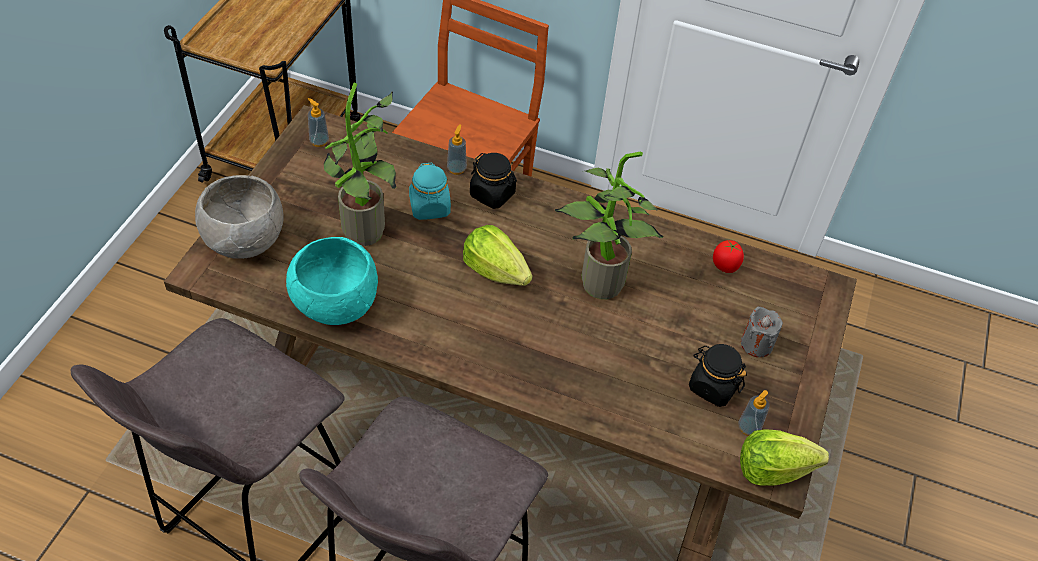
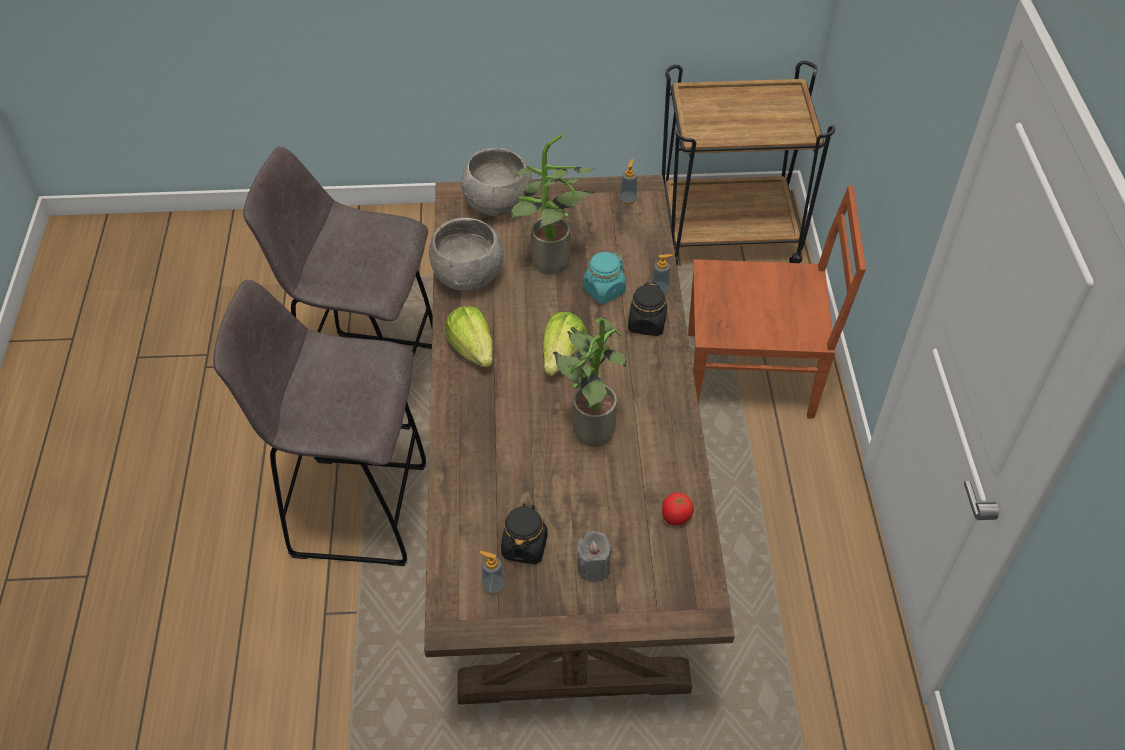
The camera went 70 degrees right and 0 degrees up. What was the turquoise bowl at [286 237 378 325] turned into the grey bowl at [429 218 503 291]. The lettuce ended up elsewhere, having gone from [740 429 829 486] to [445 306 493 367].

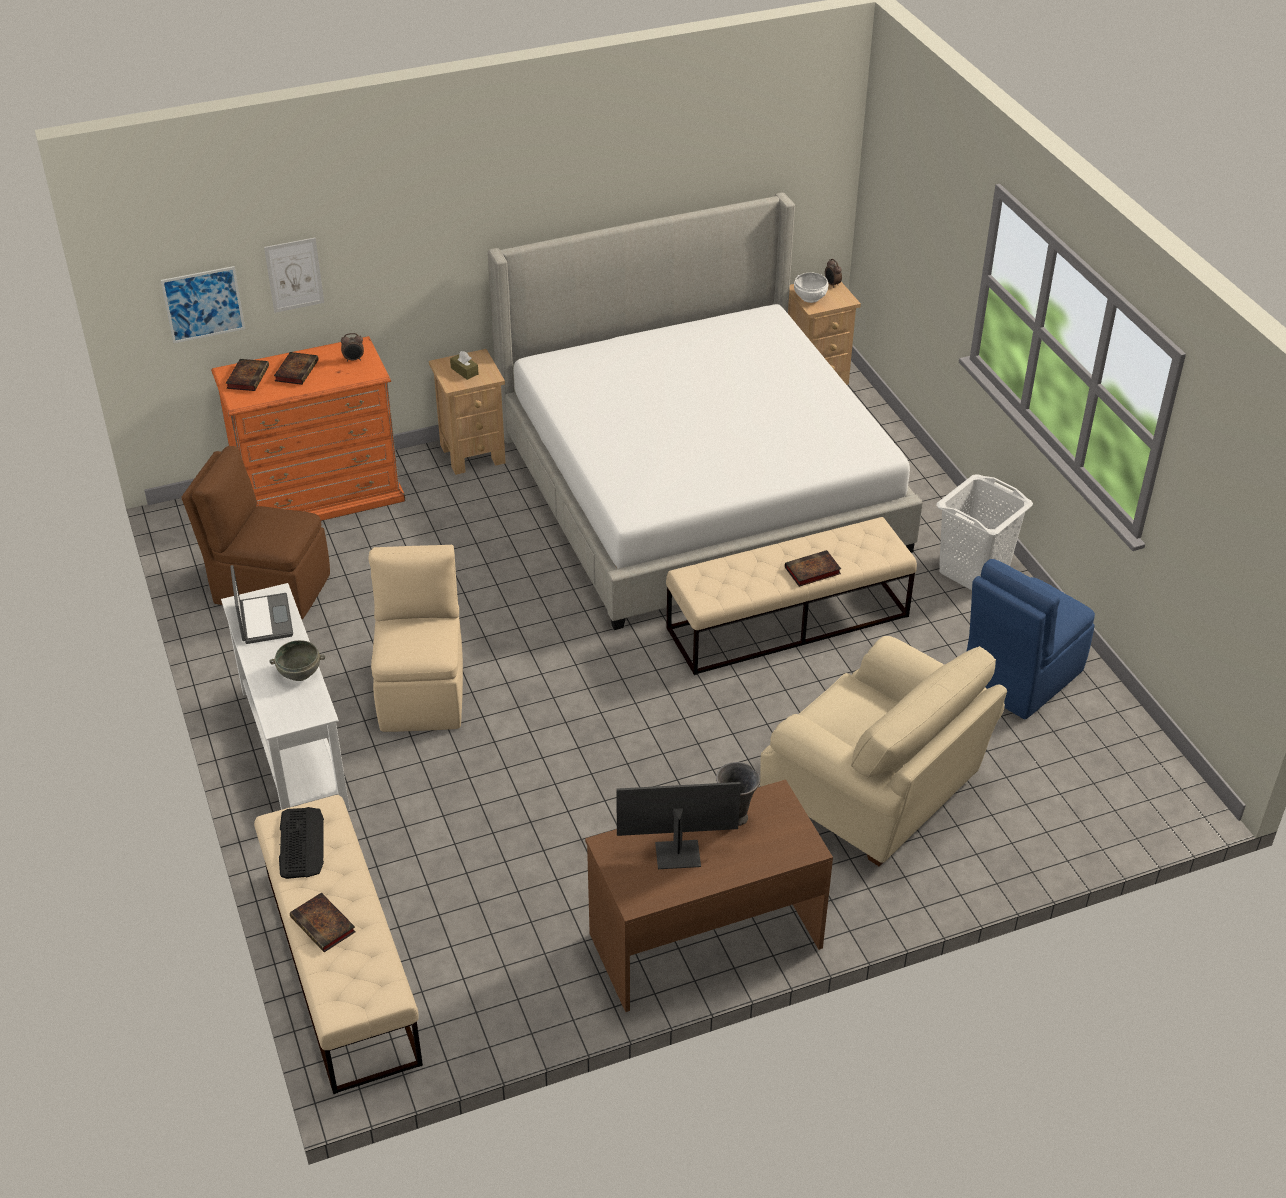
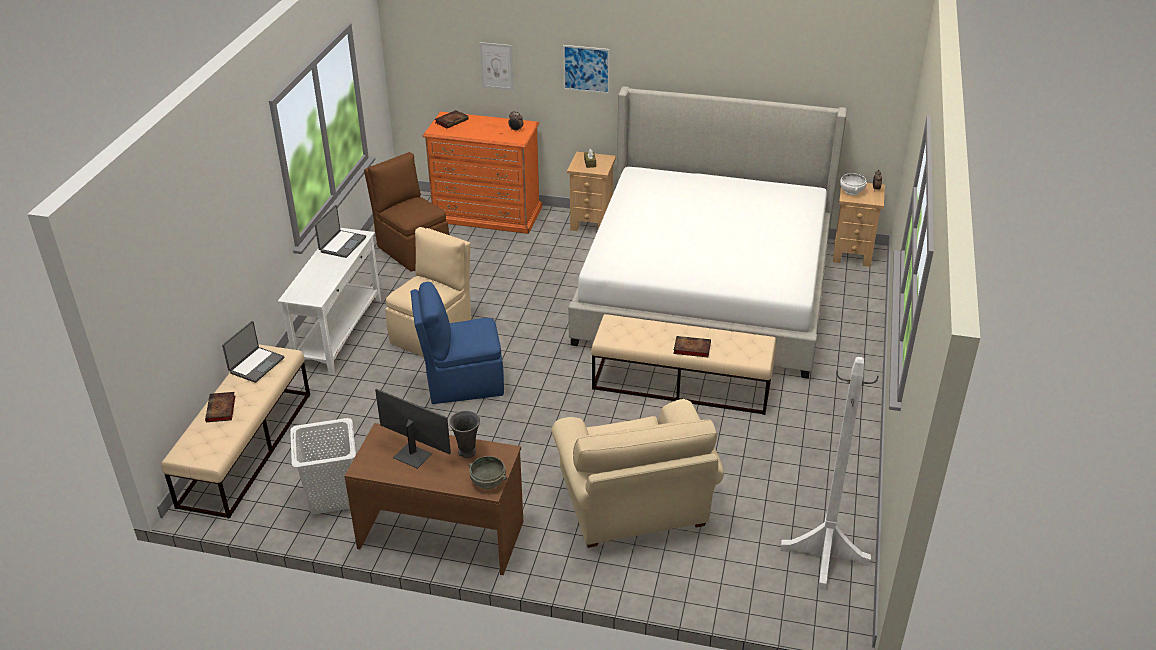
The camera went 35 degrees right and 5 degrees down. Where the keyboard stood at [279 807 324 879], the laptop came to stand at [222 321 284 383]. The white laundry basket ended up elsewhere, having gone from [936 474 1033 590] to [290 418 356 514]. The blue chair ended up elsewhere, having gone from [966 559 1095 719] to [411 281 504 404]. The grey bowl ended up elsewhere, having gone from [269 640 325 681] to [468 456 507 489]. The picture ended up elsewhere, having gone from [161 266 245 343] to [563 45 610 94]. The second view gained the white clothes rack at [780 357 879 590]. The second view lost the book at [274 352 318 385].

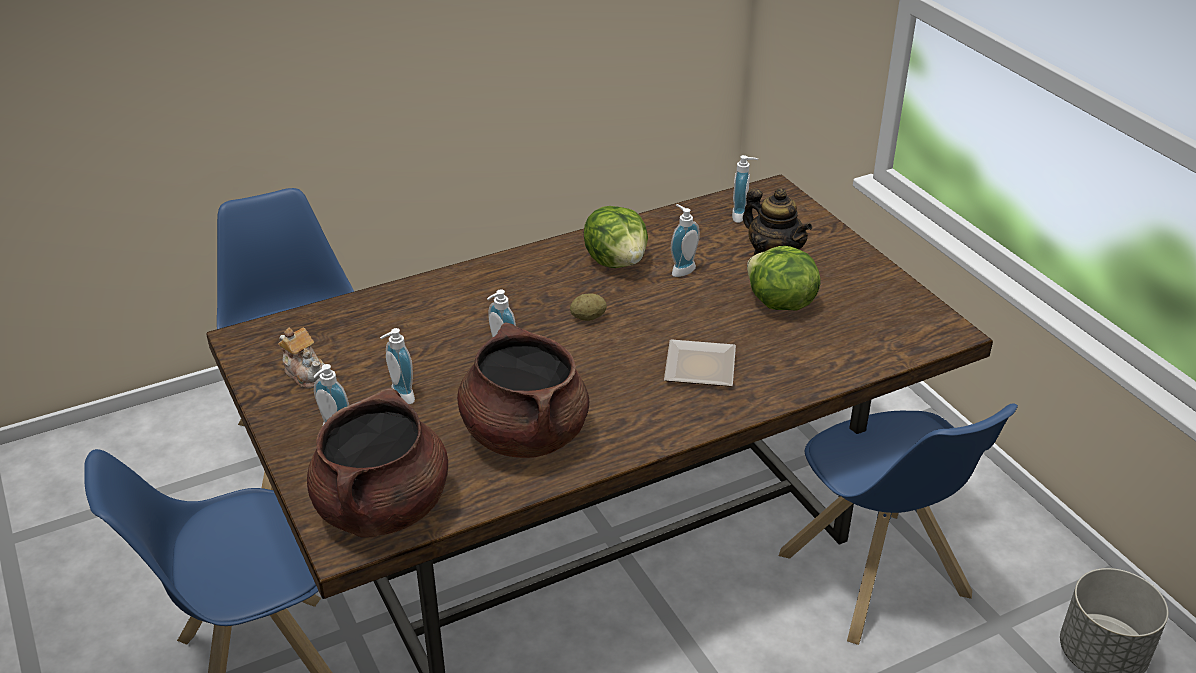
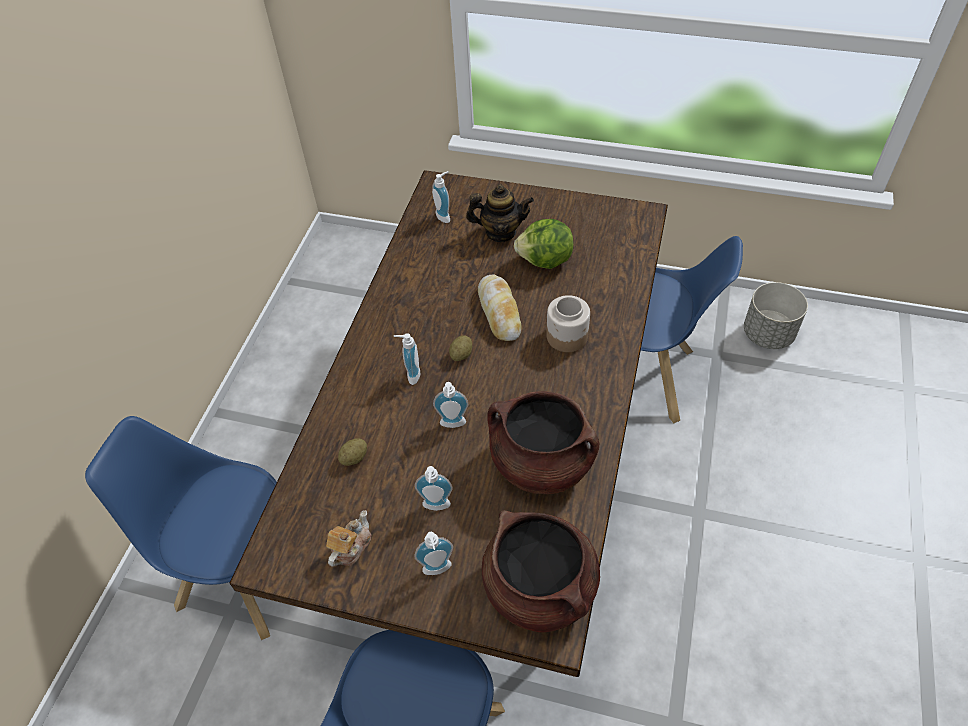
The camera went 45 degrees left and 15 degrees up. The teapot at [278 328 324 389] ended up facing another way, 60 degrees counterclockwise from before. The second view gained the potato at [338 438 367 466]. The soap dispenser ended up elsewhere, having gone from [671 204 700 277] to [394 333 420 385]. The second view gained the bread at [478 274 521 341]. Where the plate stood at [664 339 736 387], the jar came to stand at [546 295 590 352]. The second view lost the lettuce at [584 206 648 268].

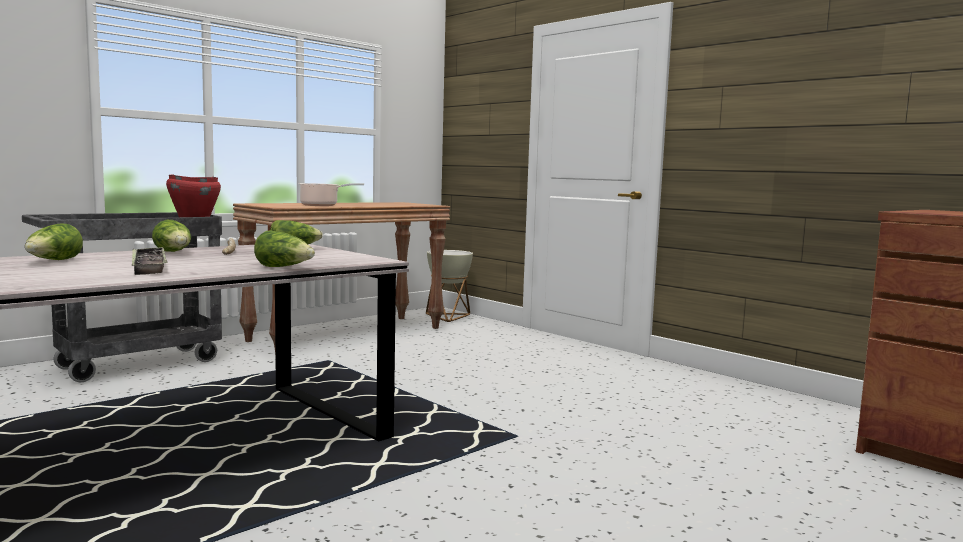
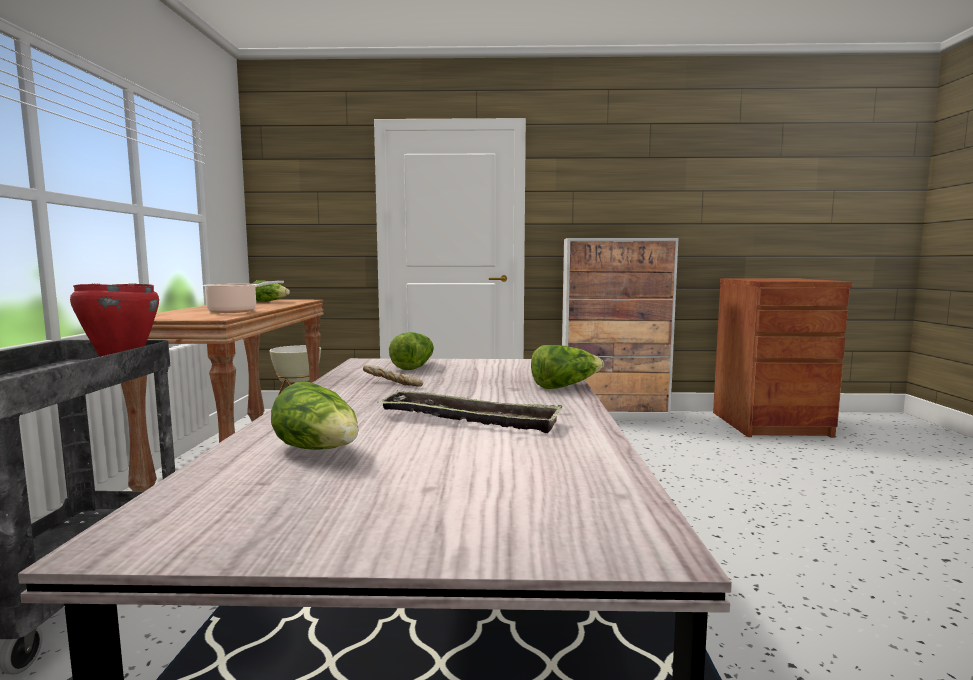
The camera went 45 degrees left and 0 degrees up. The lettuce ended up elsewhere, having gone from [152 220 191 252] to [252 280 290 302]. The second view gained the cabinet at [562 238 679 421].

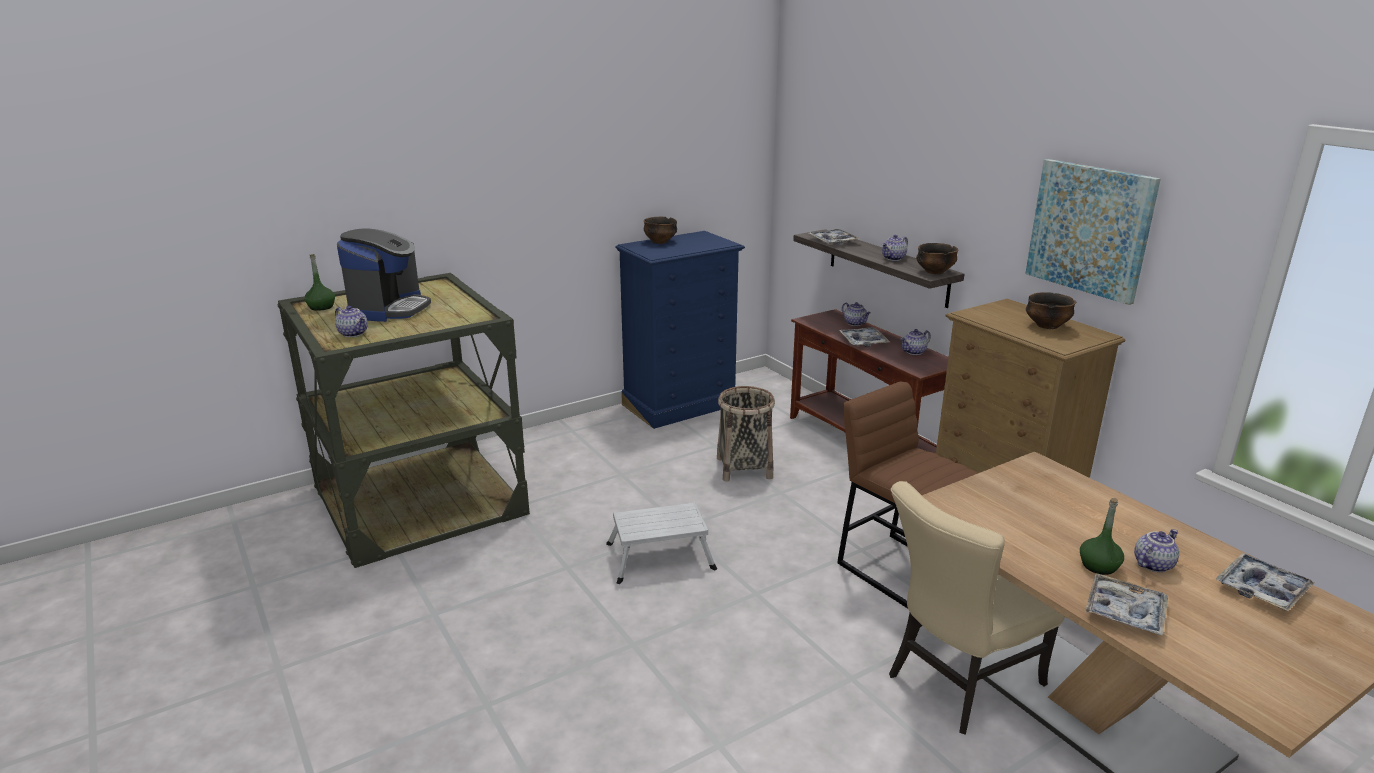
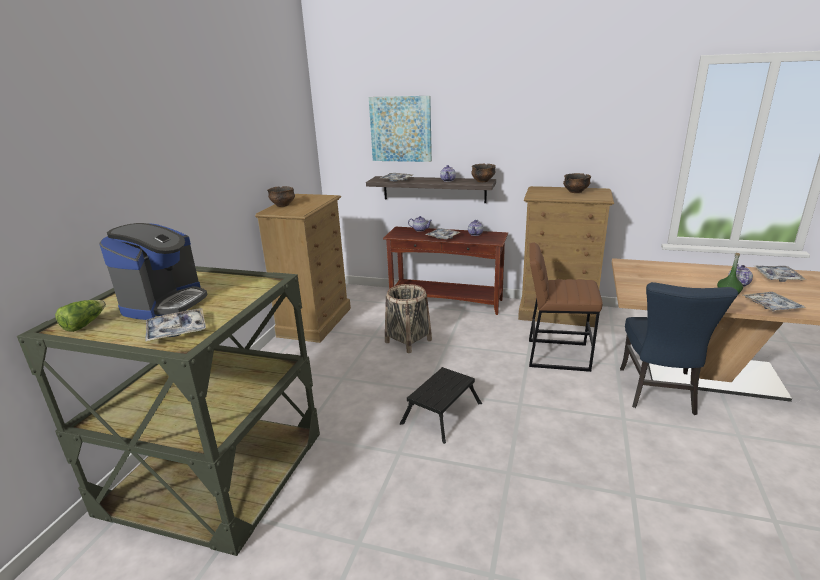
The camera went 40 degrees left and 0 degrees up. Where the green bottle stood at [304 254 335 311], the lettuce came to stand at [55 300 106 332]. The coffee machine at [337 228 431 322] ended up facing another way, 45 degrees clockwise from before. Where the teapot stood at [335 306 368 337], the tray came to stand at [145 308 206 341]. What was the blue dresser at [615 231 745 429] turned into the brown dresser at [255 194 351 343]. The picture ended up elsewhere, having gone from [1025 159 1161 305] to [369 96 432 162]. What was the white step ladder at [606 502 717 584] turned into the black step ladder at [400 367 482 444]. What was the beige chair at [889 481 1065 735] turned into the blue chair at [620 282 738 415].

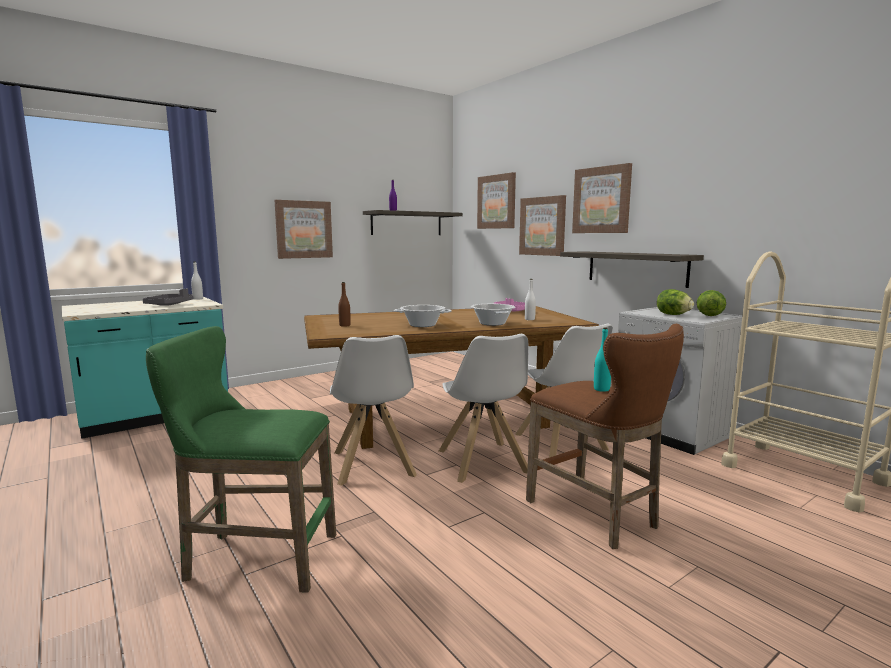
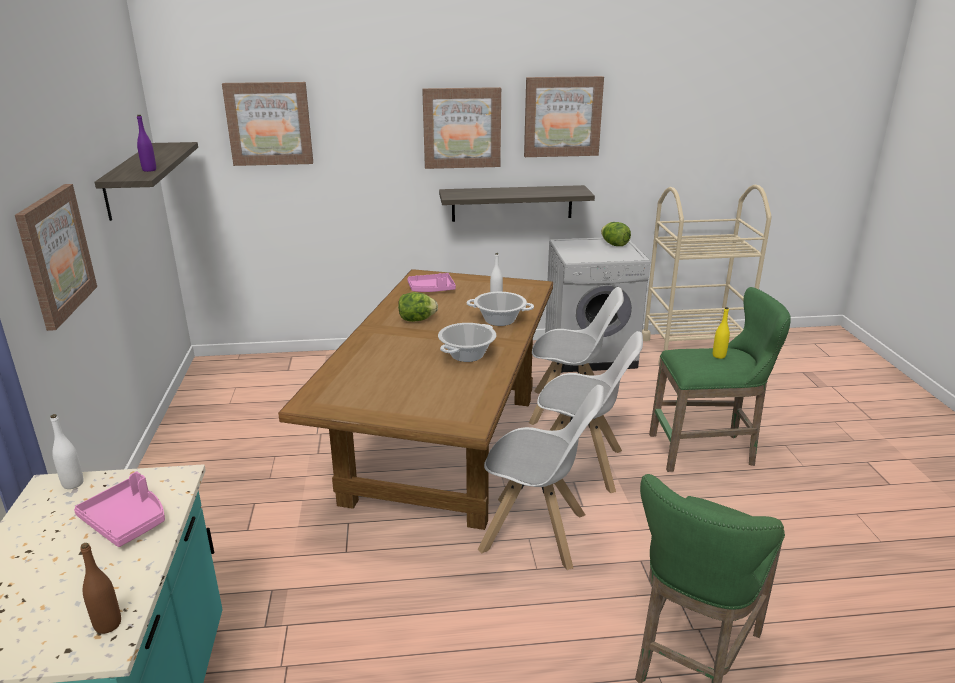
The camera went 60 degrees left and 15 degrees up. What was the grey tray at [143 288 193 306] turned into the pink tray at [74 472 165 547]. The brown bottle ended up elsewhere, having gone from [338 282 351 327] to [81 543 121 634]. The lettuce ended up elsewhere, having gone from [657 289 694 315] to [398 292 438 322]. The picture ended up elsewhere, having gone from [519 195 566 256] to [524 76 604 157]. What was the brown stool at [526 324 684 549] turned into the green stool at [649 287 791 472]. What was the turquoise bottle at [594 328 611 392] turned into the yellow bottle at [713 307 730 359].

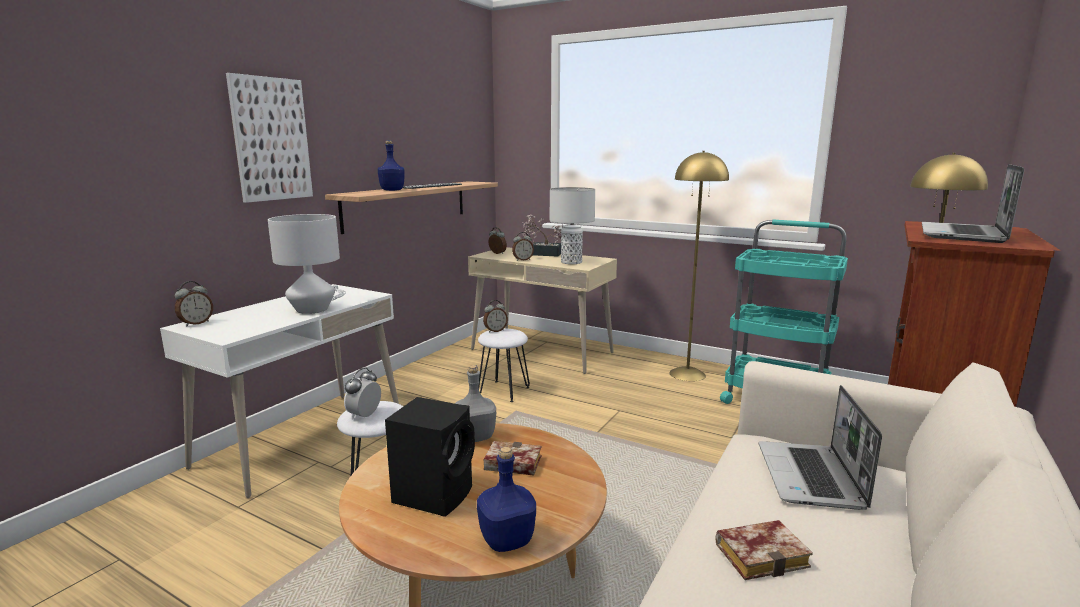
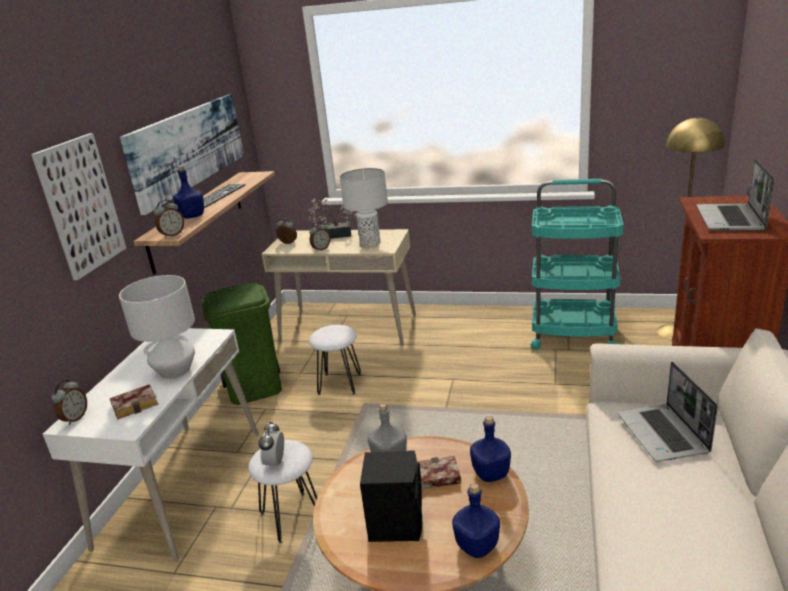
The camera went 15 degrees left and 10 degrees up. The book ended up elsewhere, having gone from [715 520 813 580] to [110 384 159 420]. The second view gained the picture at [120 94 244 215]. The alarm clock ended up elsewhere, having gone from [483 300 508 333] to [154 200 184 238]. The second view gained the green trash can at [201 283 282 405]. The second view gained the blue bottle at [470 416 511 482]. The second view lost the yellow floor lamp at [669 151 729 381].

